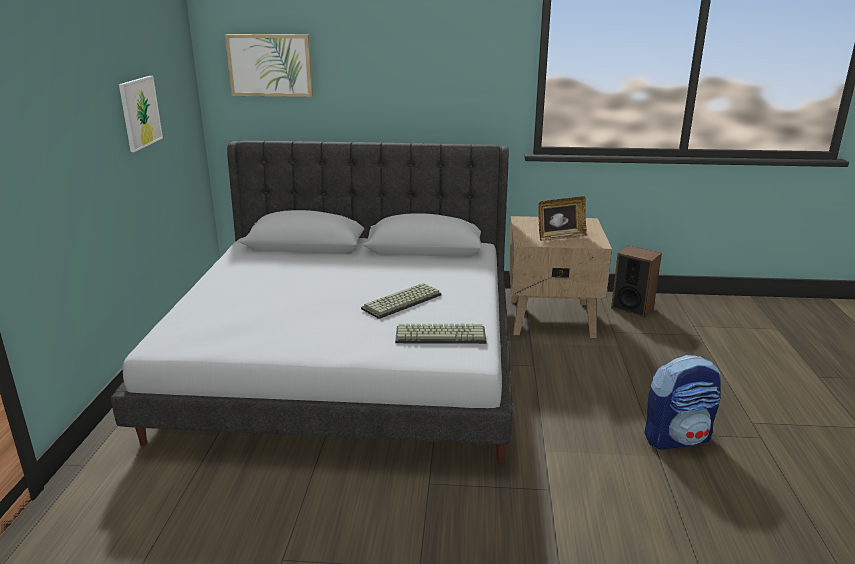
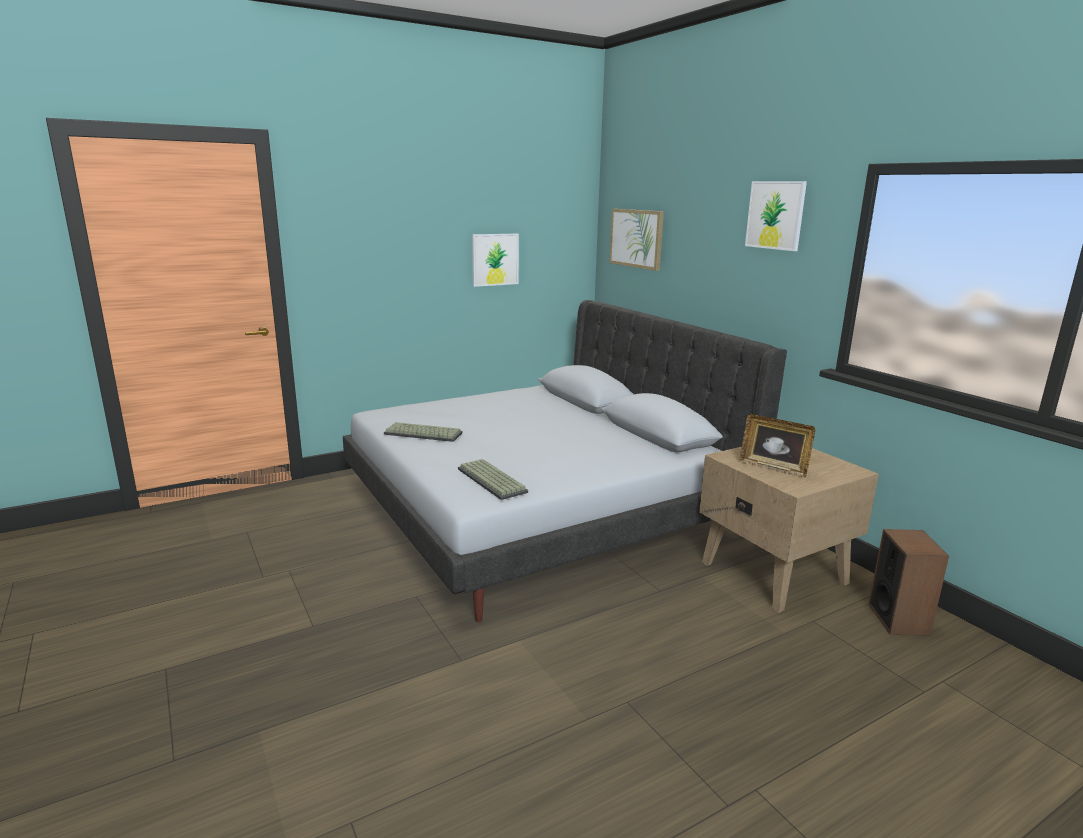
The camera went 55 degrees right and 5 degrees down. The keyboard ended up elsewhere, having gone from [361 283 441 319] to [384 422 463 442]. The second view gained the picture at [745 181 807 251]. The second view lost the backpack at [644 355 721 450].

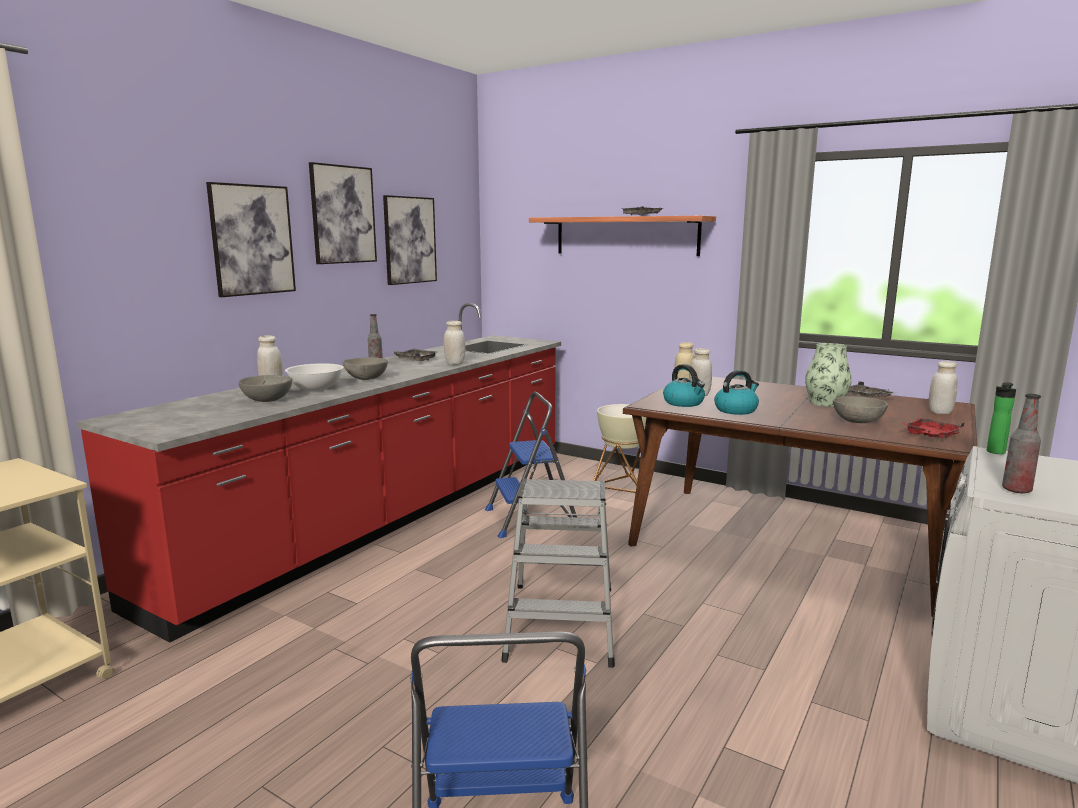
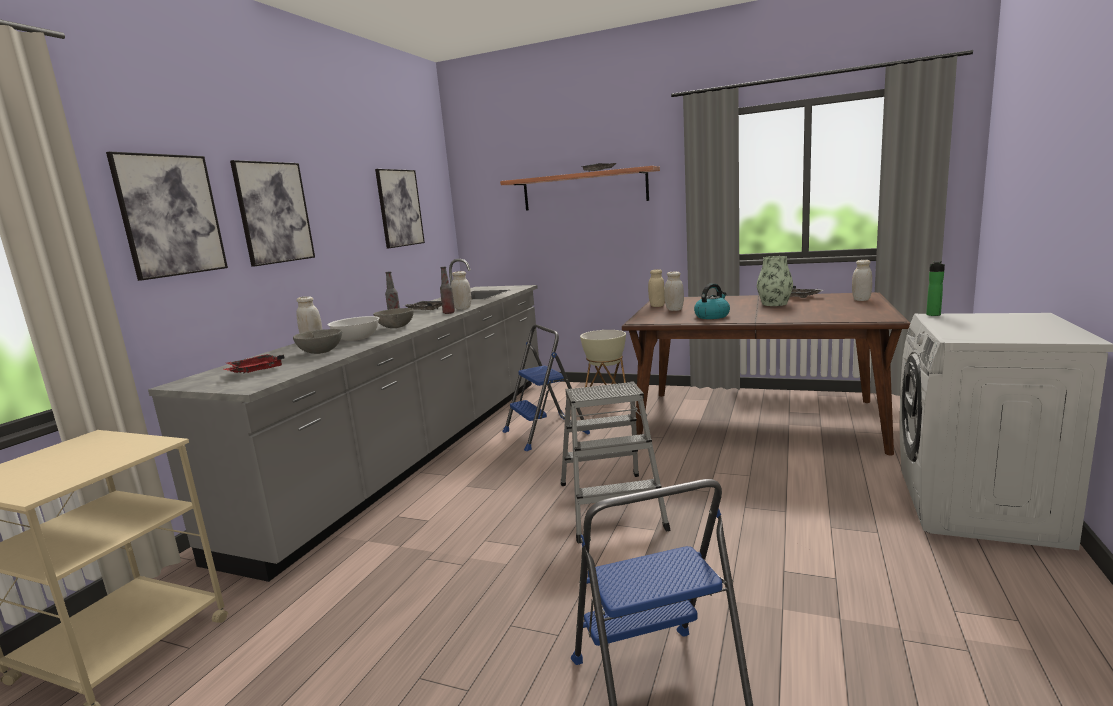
The camera went 10 degrees left and 0 degrees up. The picture ended up elsewhere, having gone from [309 162 377 264] to [106 152 228 281]. What was the red counter at [77 303 561 643] turned into the grey counter at [148 259 539 582]. The red tray ended up elsewhere, having gone from [902 418 964 439] to [224 354 285 373]. The bottle ended up elsewhere, having gone from [1002 394 1041 493] to [440 267 455 314]. The second view lost the kettle at [663 364 705 407]. The second view lost the grey bowl at [833 396 888 423].

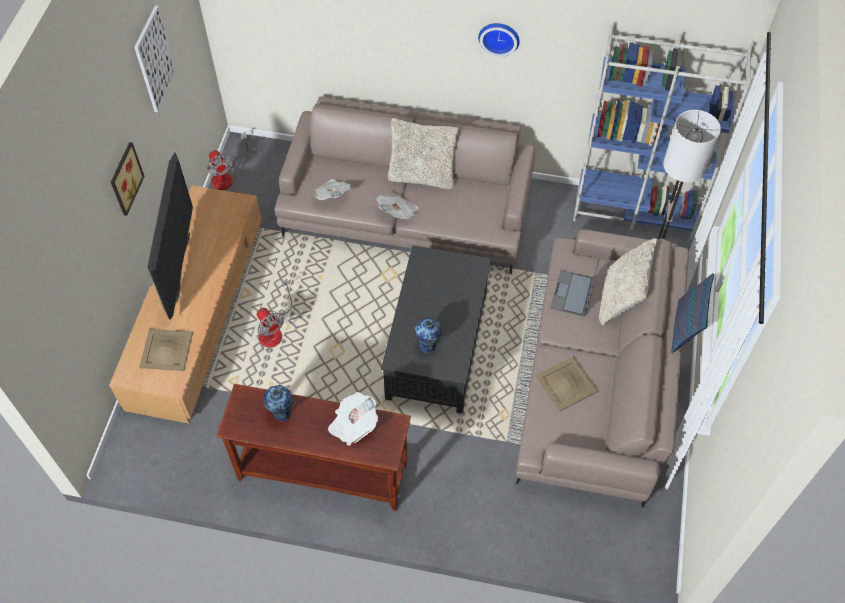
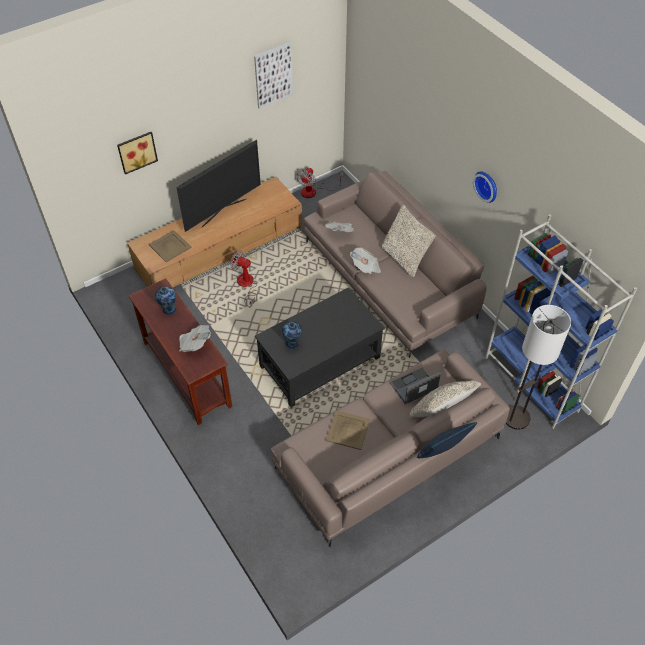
The camera went 45 degrees right and 5 degrees down. The picture ended up elsewhere, having gone from [111 142 145 216] to [117 132 158 175]. The fan at [256 279 292 347] ended up facing another way, 105 degrees clockwise from before.

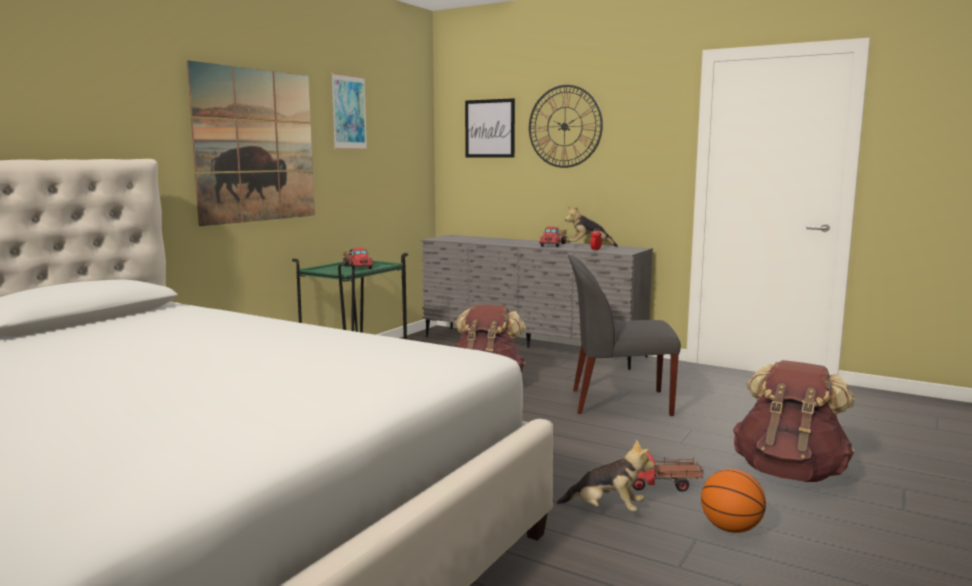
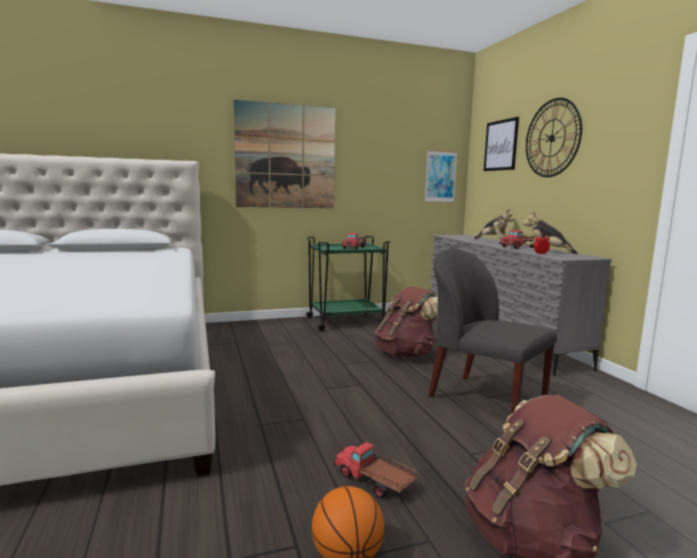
The camera went 40 degrees right and 0 degrees up. The picture ended up elsewhere, having gone from [331 72 367 150] to [425 150 457 203]. The plush toy ended up elsewhere, having gone from [556 439 655 512] to [474 209 515 239].

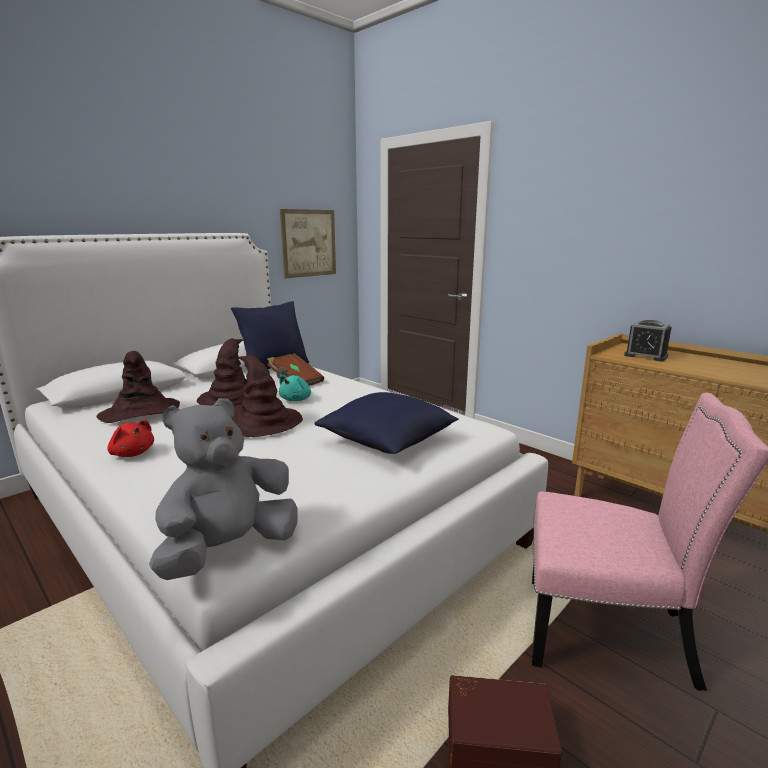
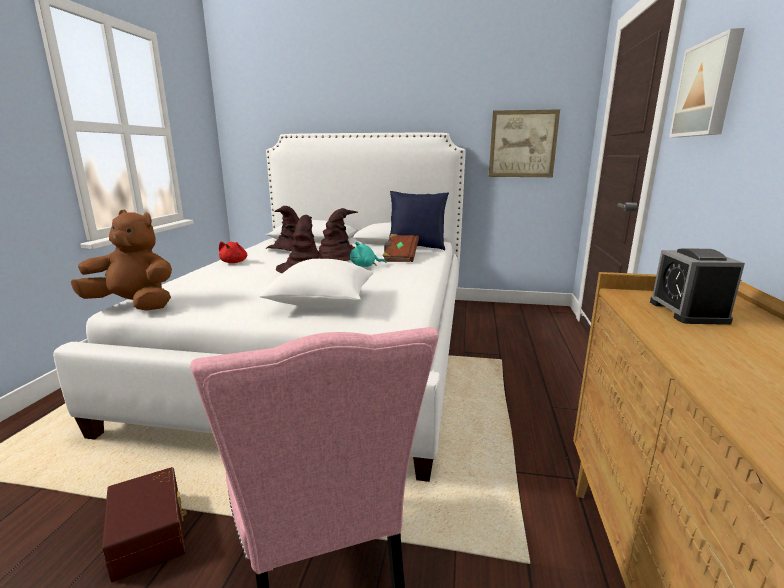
The camera went 55 degrees right and 0 degrees up. What was the grey plush toy at [149 398 298 580] turned into the brown plush toy at [71 209 172 311]. What was the blue pillow at [314 392 459 454] turned into the white pillow at [259 259 373 308]. The second view gained the picture at [669 28 745 137].

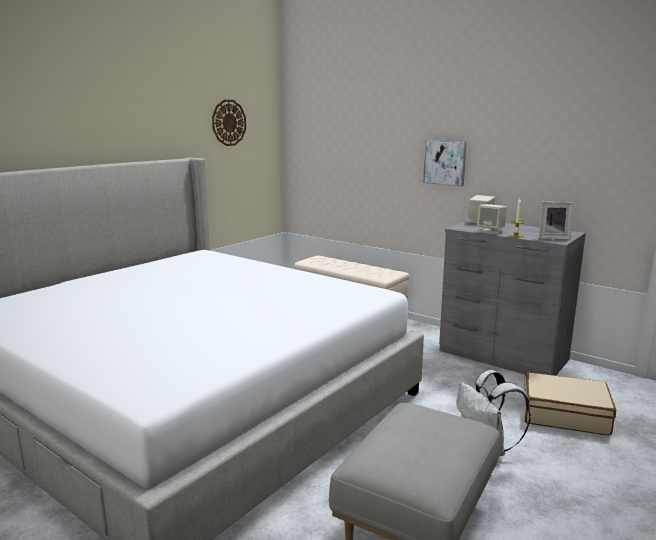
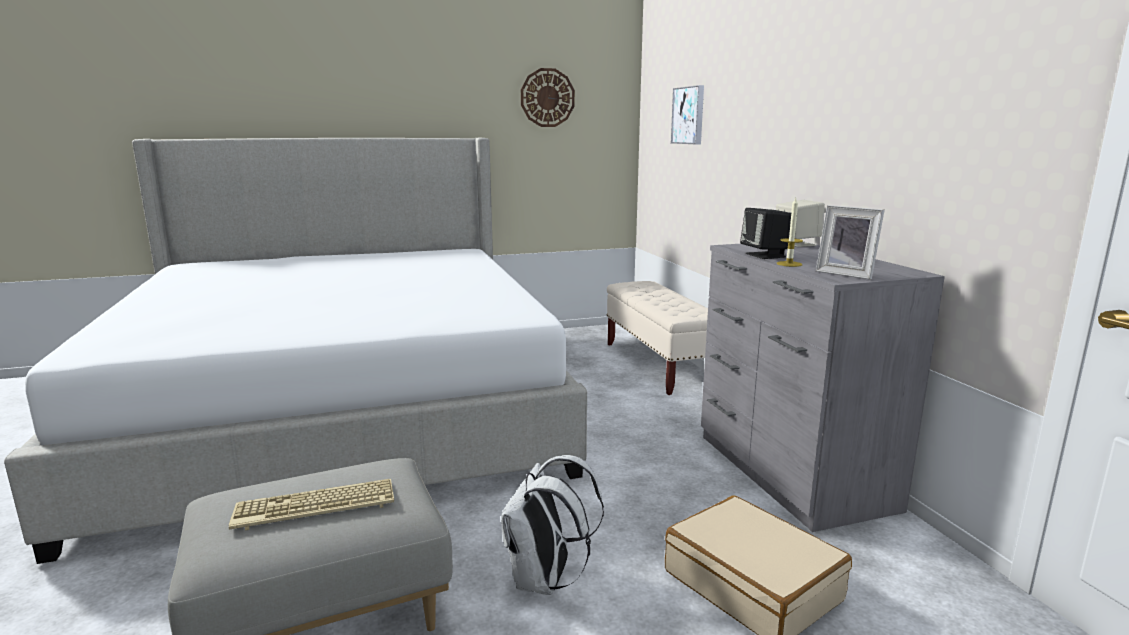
The camera went 35 degrees right and 0 degrees up. The second view gained the keyboard at [229 479 394 530]. The picture ended up elsewhere, having gone from [423 140 467 186] to [671 85 704 144]. What was the beige speaker at [477 204 507 234] turned into the black speaker at [740 208 791 259].

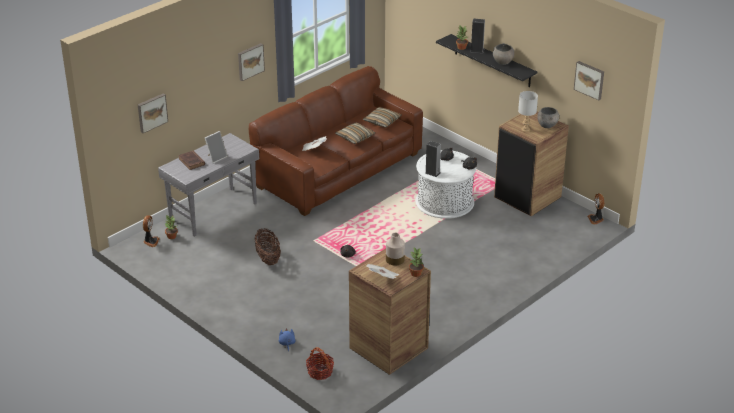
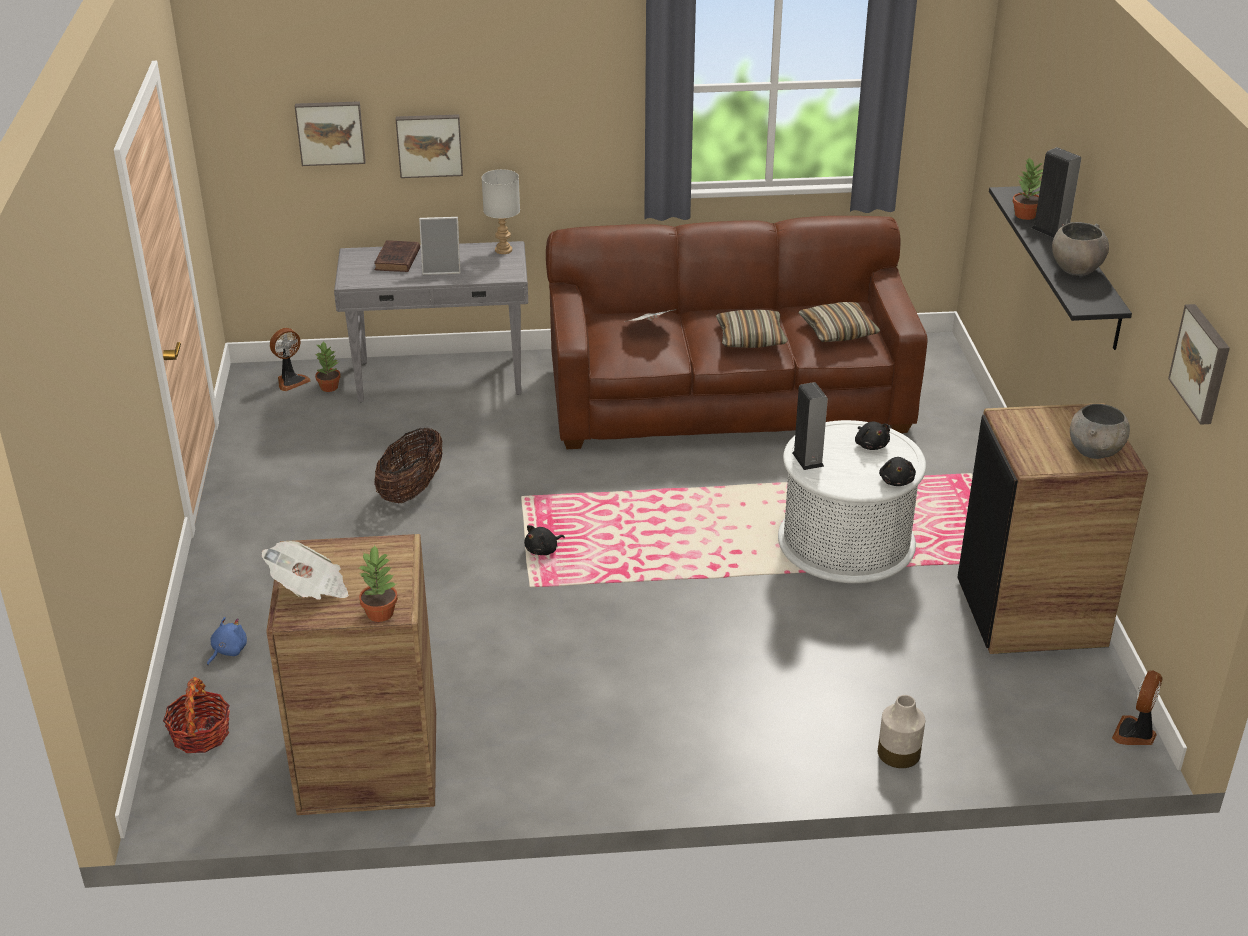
The camera went 40 degrees right and 0 degrees up. The picture ended up elsewhere, having gone from [238 43 265 81] to [396 114 463 178]. The grey table lamp ended up elsewhere, having gone from [518 91 538 132] to [482 169 520 254]. The beige vase ended up elsewhere, having gone from [386 233 405 266] to [878 695 925 768].

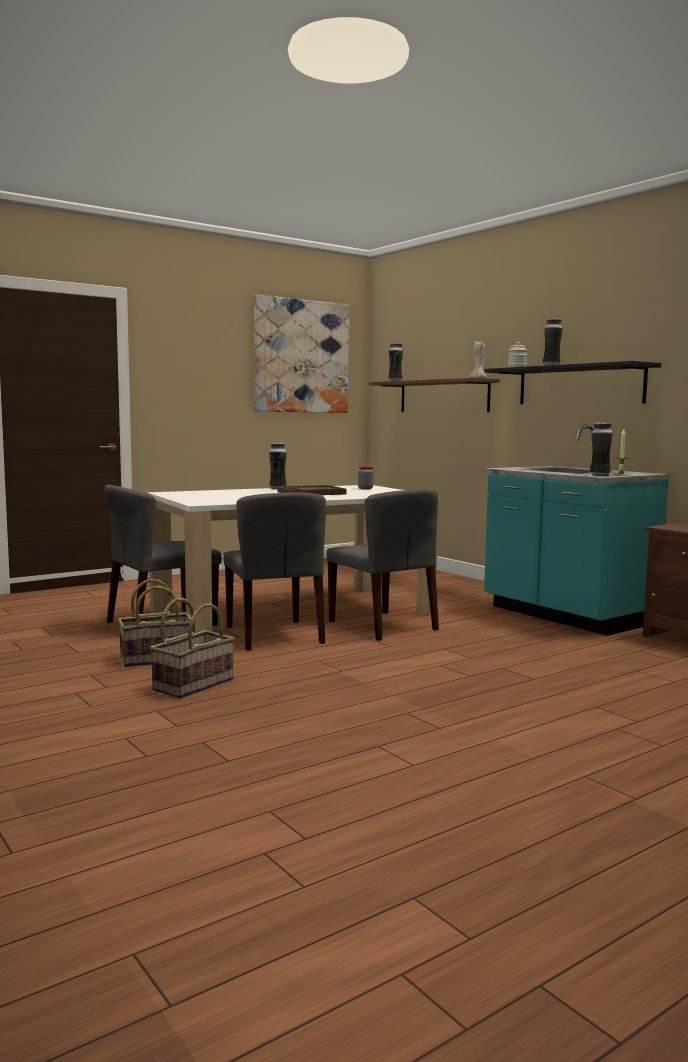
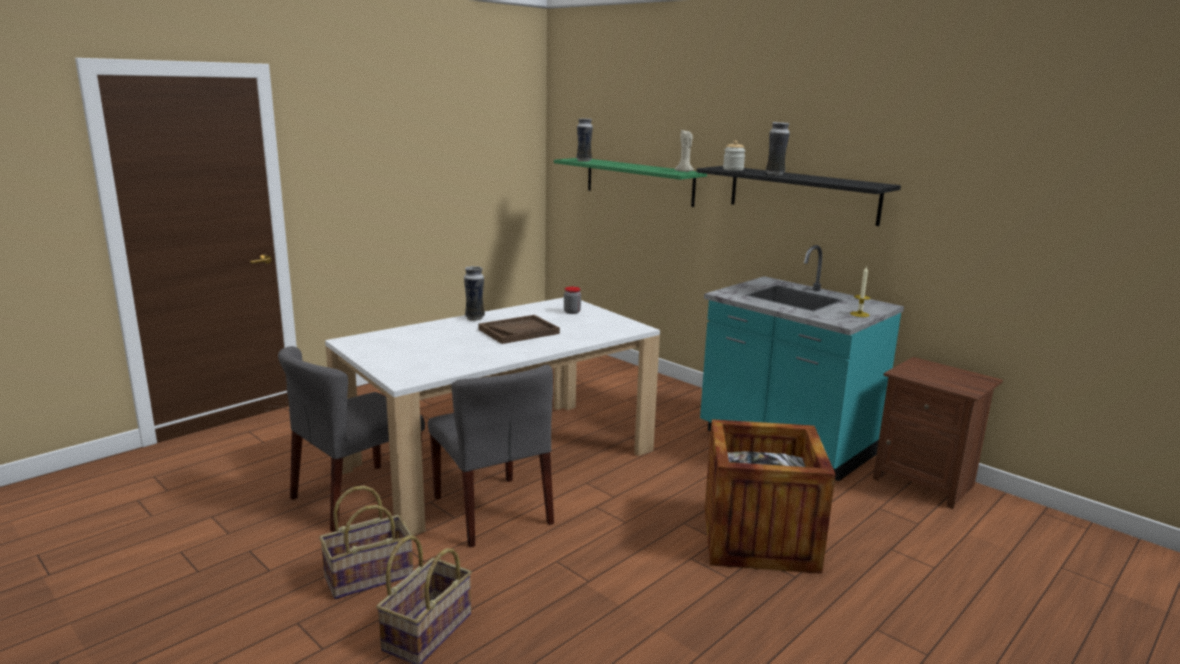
The camera went 10 degrees left and 10 degrees up. What was the brown shelf at [369 378 500 412] turned into the green shelf at [554 158 707 207]. The second view gained the crate at [705 419 836 574]. The second view lost the picture at [254 295 349 413]. The second view lost the grey chair at [327 489 439 641]. The second view lost the vase at [590 423 613 476].

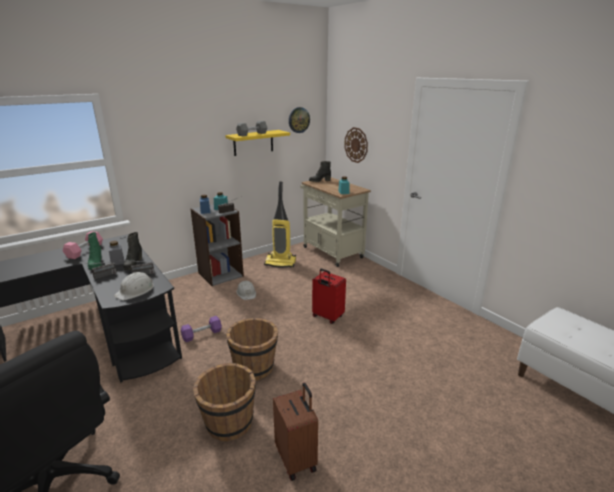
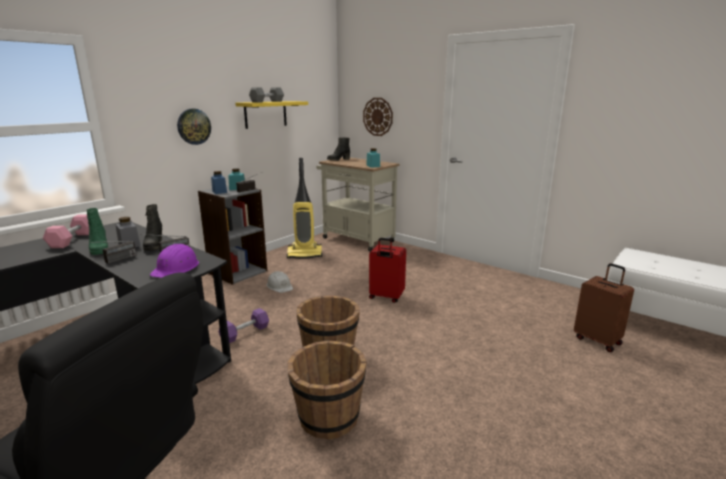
The camera went 15 degrees left and 5 degrees down. What was the white hard hat at [114 272 154 300] turned into the purple hard hat at [150 244 199 278]. The wall clock ended up elsewhere, having gone from [289 107 310 133] to [177 109 211 145]. The brown suitcase ended up elsewhere, having gone from [273 383 318 481] to [574 263 634 352].

